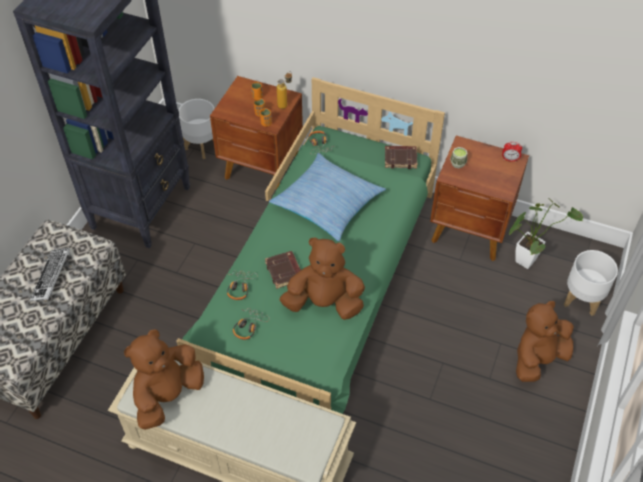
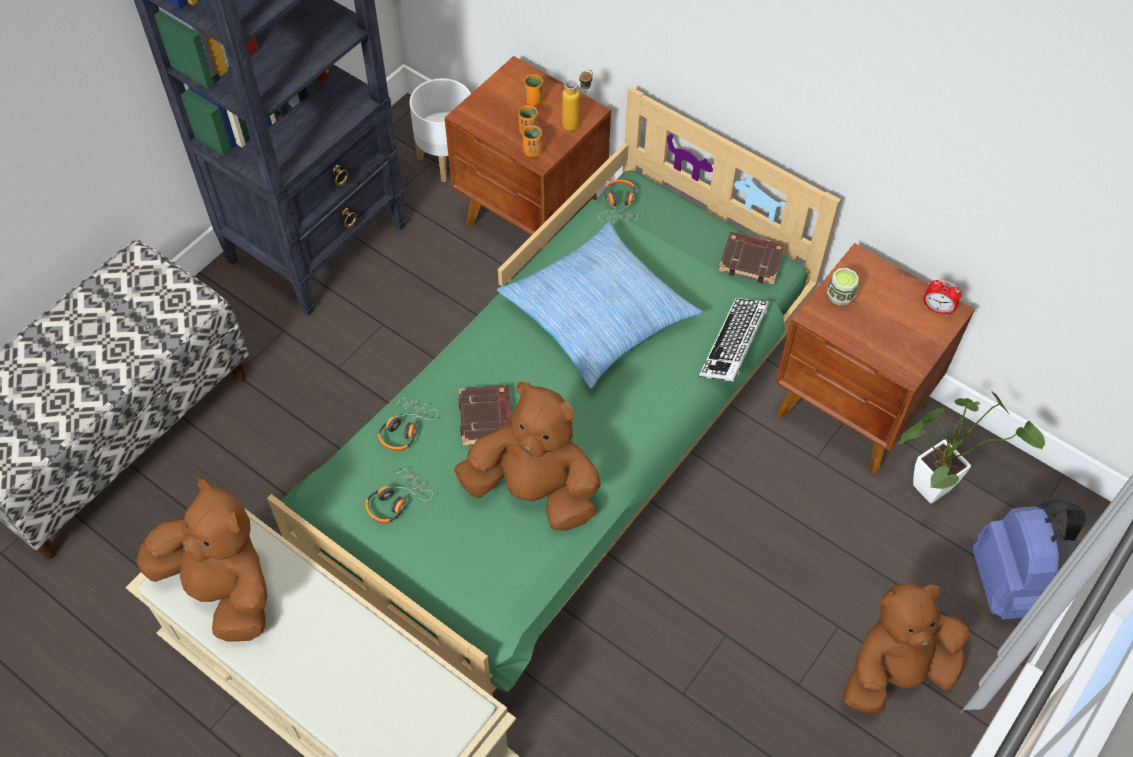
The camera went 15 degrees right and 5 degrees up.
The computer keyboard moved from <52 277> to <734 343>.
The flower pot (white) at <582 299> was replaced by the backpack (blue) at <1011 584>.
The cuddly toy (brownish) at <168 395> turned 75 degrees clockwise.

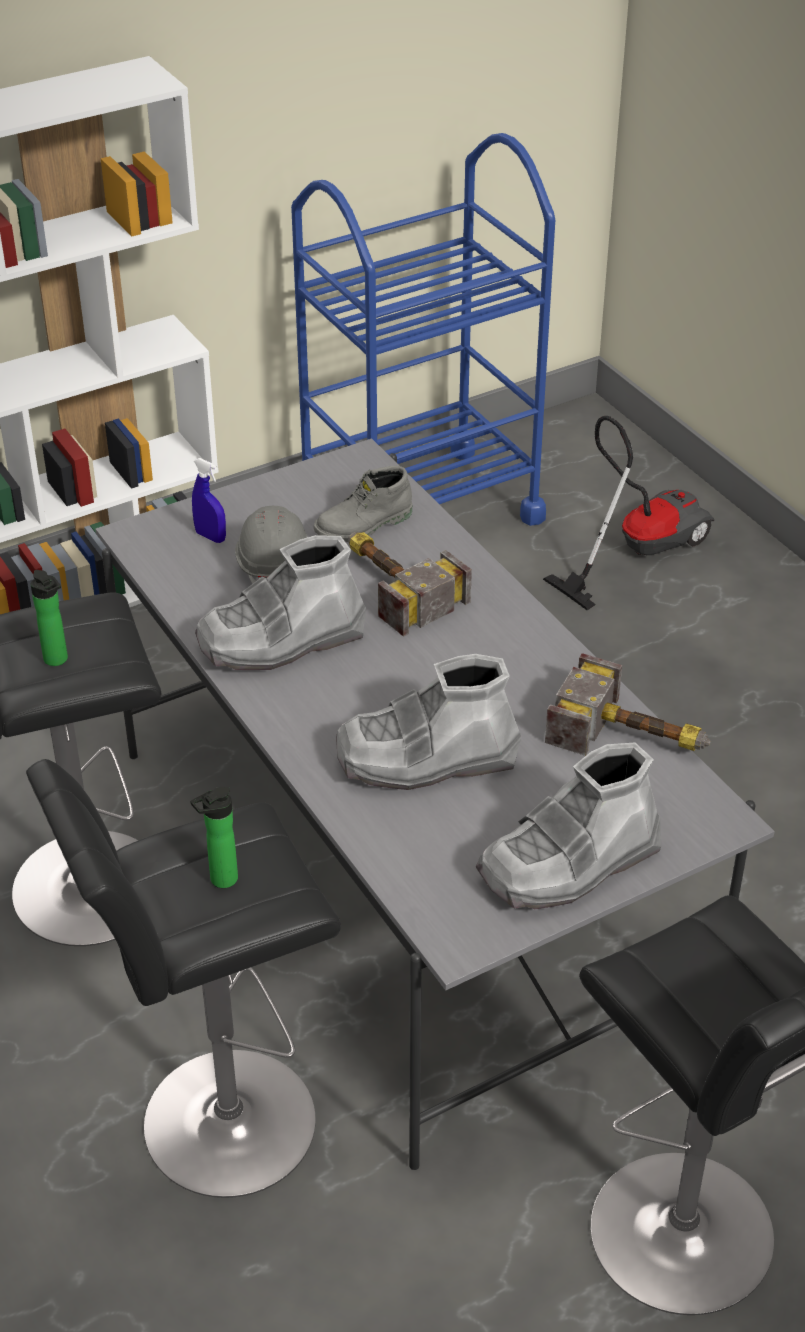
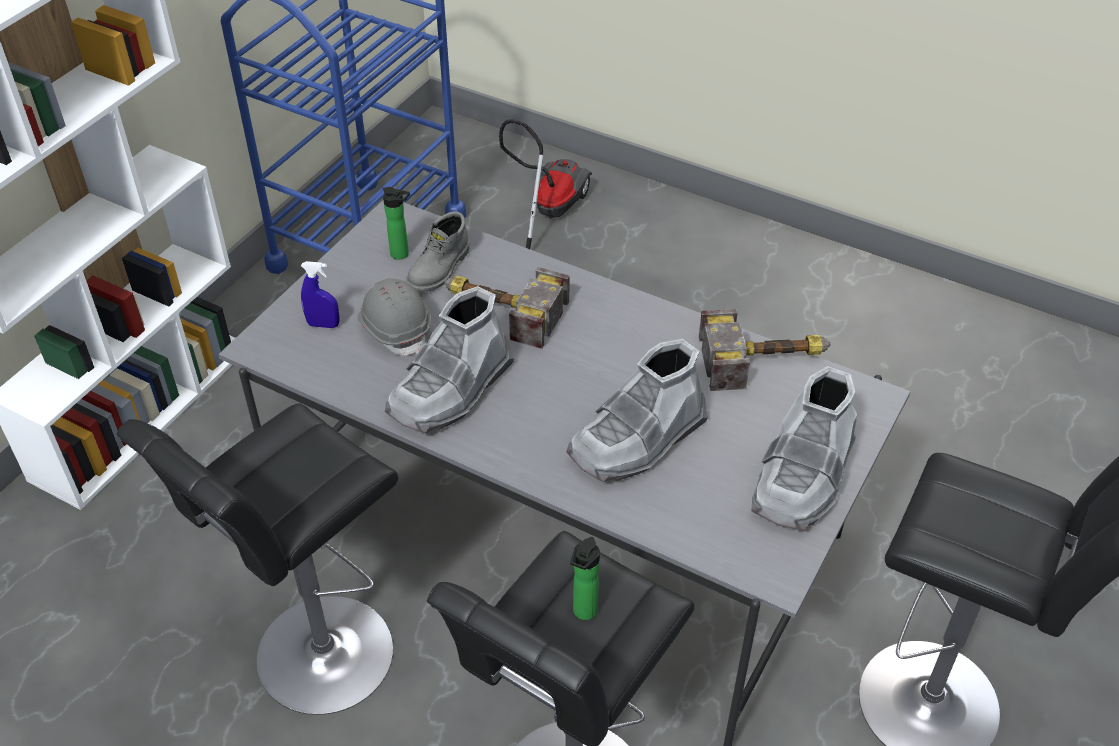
The camera went 30 degrees left and 5 degrees up.
The drink bottle moved from <57 660> to <402 254>.

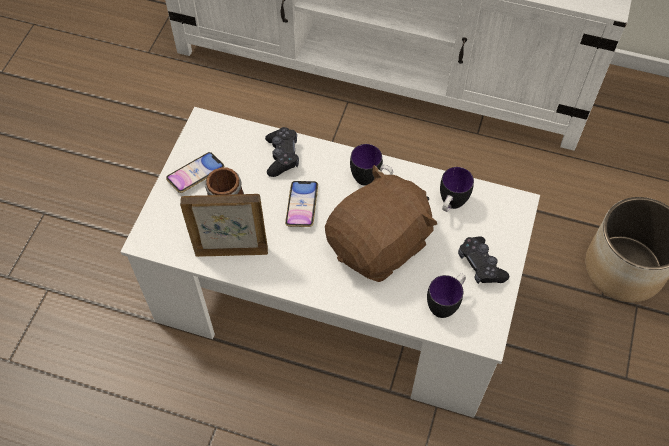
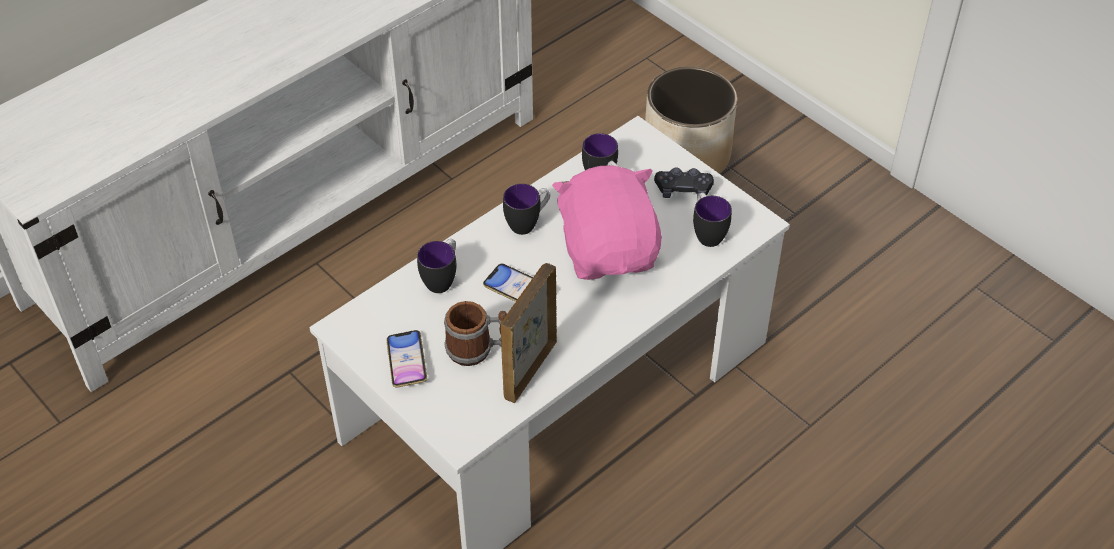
The camera went 60 degrees left and 10 degrees down.
The gamepad (blackish) at <282 156> was replaced by the tea mug at <442 279>.
The cuddly toy (brownish) at <380 245> became the cuddly toy (pink-coloured) at <609 251>.

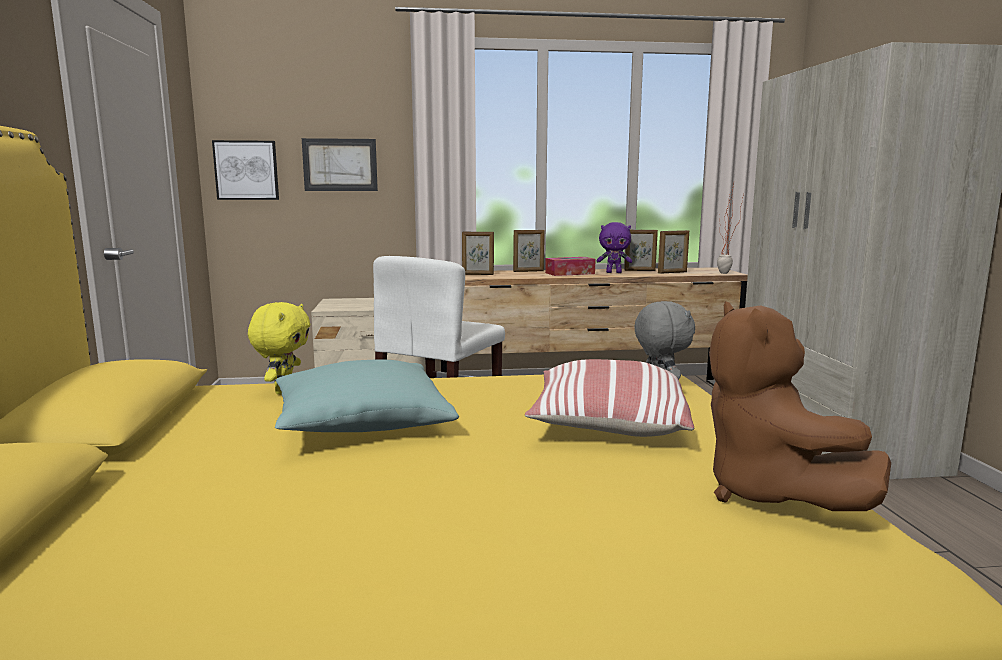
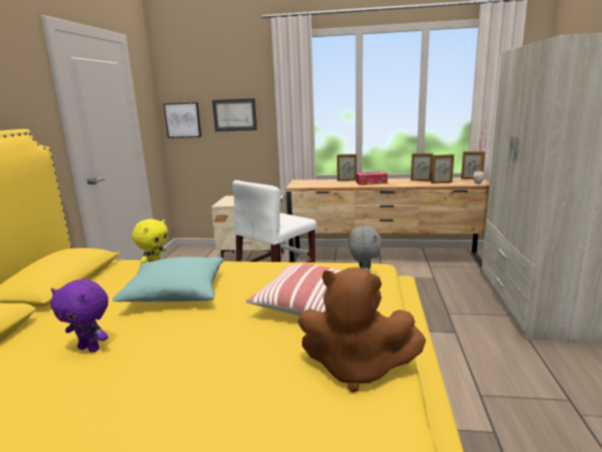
The camera went 15 degrees right and 5 degrees up.
The picture frame moved from <478 274> to <471 179>.
The cuddly toy (purple-coloured) moved from <614 272> to <90 348>.
The cuddly toy (brownish) at <769 494> turned 75 degrees counterclockwise.

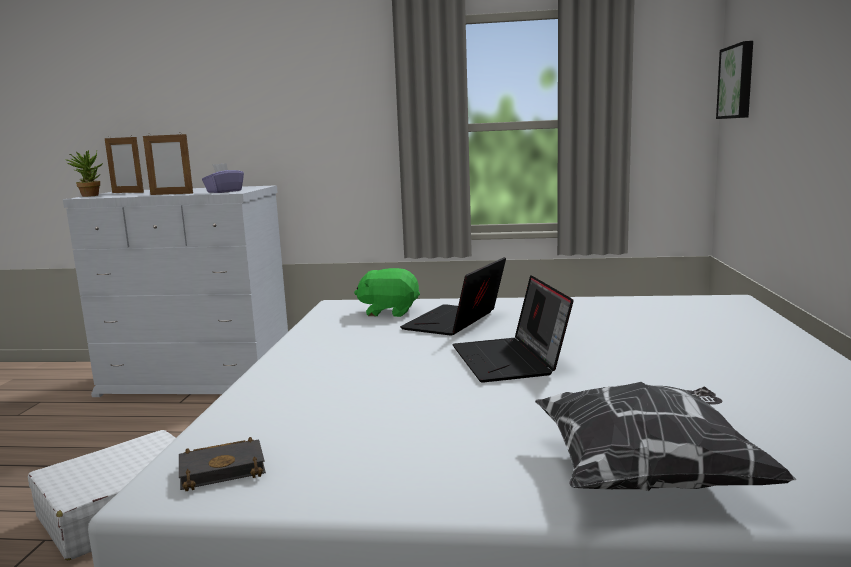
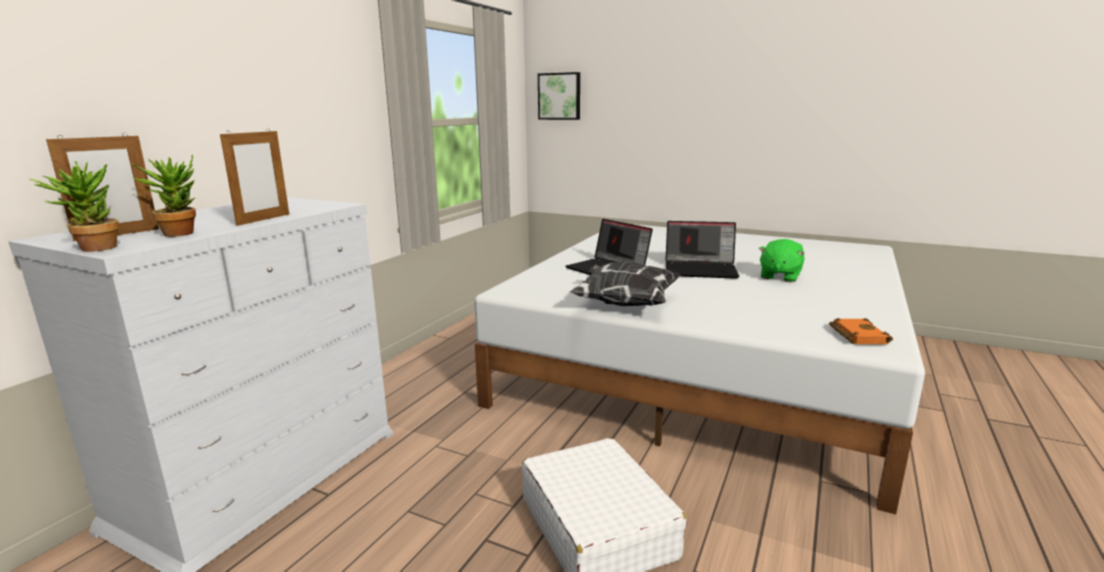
The camera went 70 degrees left and 5 degrees up.
The tissue box (purple-coloured) at <224 191> disappeared.
The plant in a pot at <180 232> appeared.
The cuddly toy (green) moved from <389 312> to <779 276>.
The cushion moved from <648 475> to <624 304>.
The volume (blackish) at <224 469> became the volume (orange) at <856 335>.

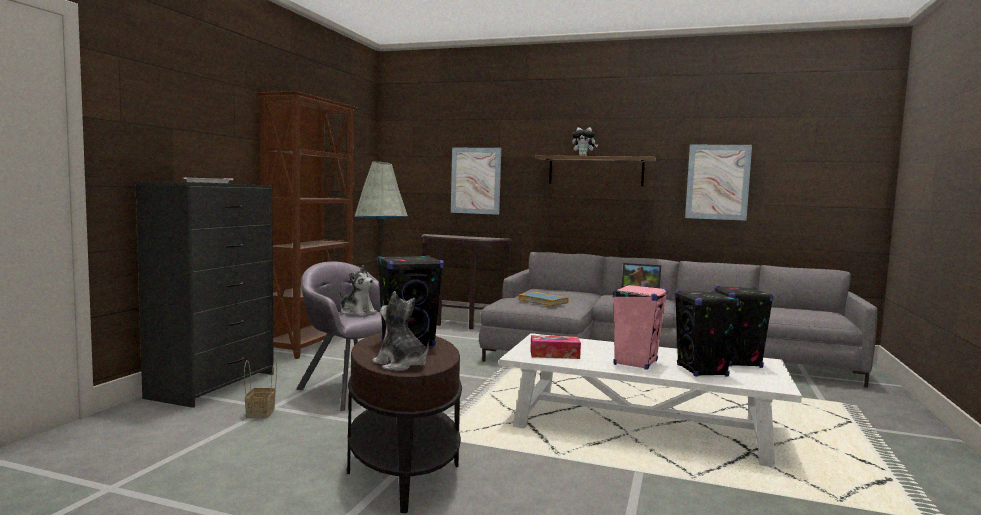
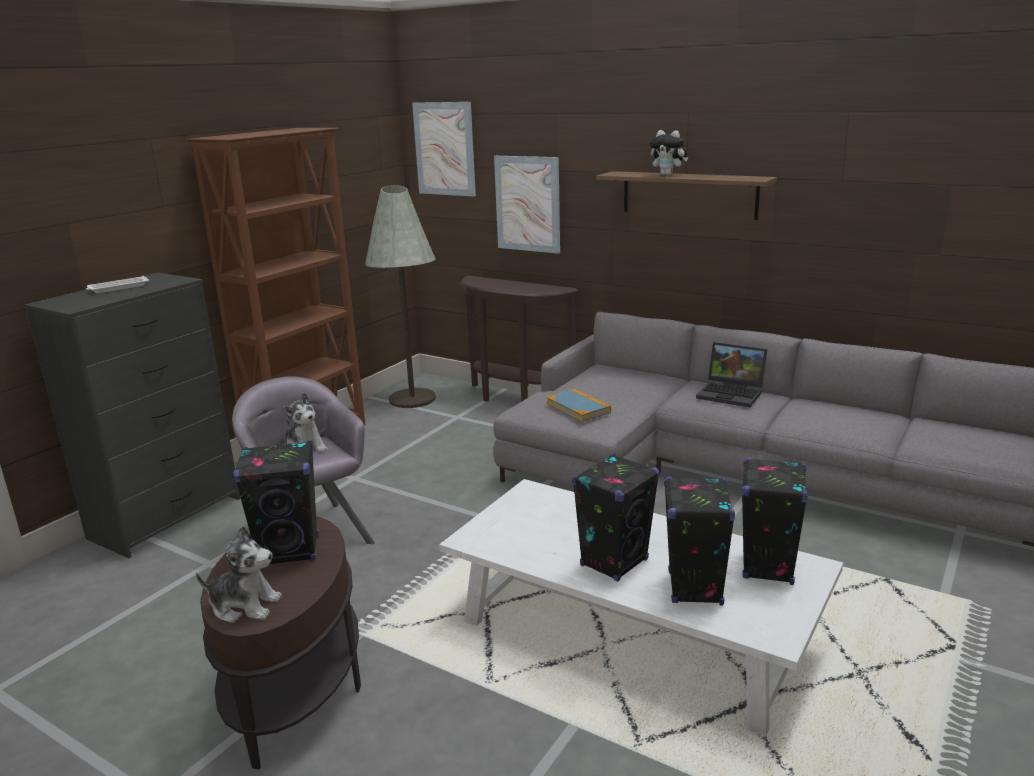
The camera went 15 degrees right and 15 degrees up.
The storage basket at <261 413> disappeared.
The tissue box at <554 354> disappeared.
The wall picture moved from <717 182> to <444 149>.
The audio speaker (pink-coloured) at <635 363> became the audio speaker (blackish) at <614 562>.
The cuddly toy at <401 364> turned 135 degrees clockwise.

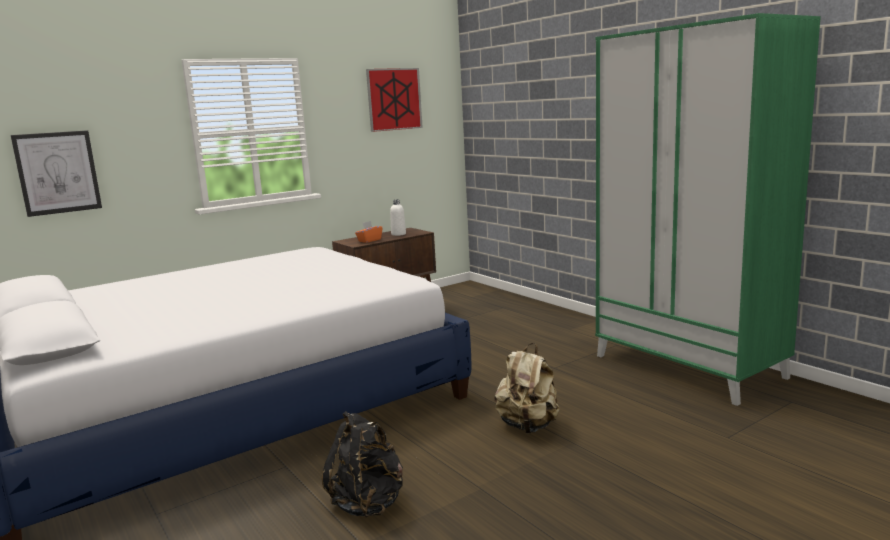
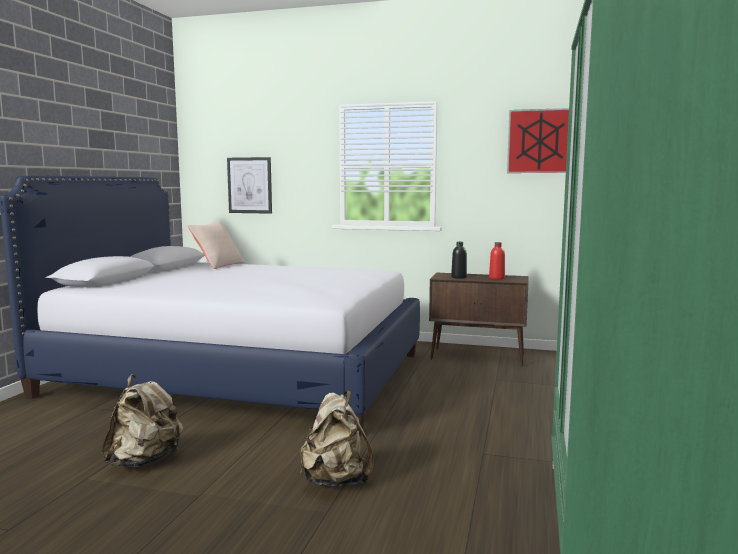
The camera went 50 degrees right and 5 degrees down.
The cushion (beige-coloured) at <218 265> appeared.
The tissue box (orange) at <369 240> was replaced by the drink bottle (blackish) at <459 277>.
The backpack (blackish) at <368 503> became the backpack (beige-coloured) at <145 461>.
The drink bottle (white) at <398 234> became the drink bottle (reddish) at <496 278>.

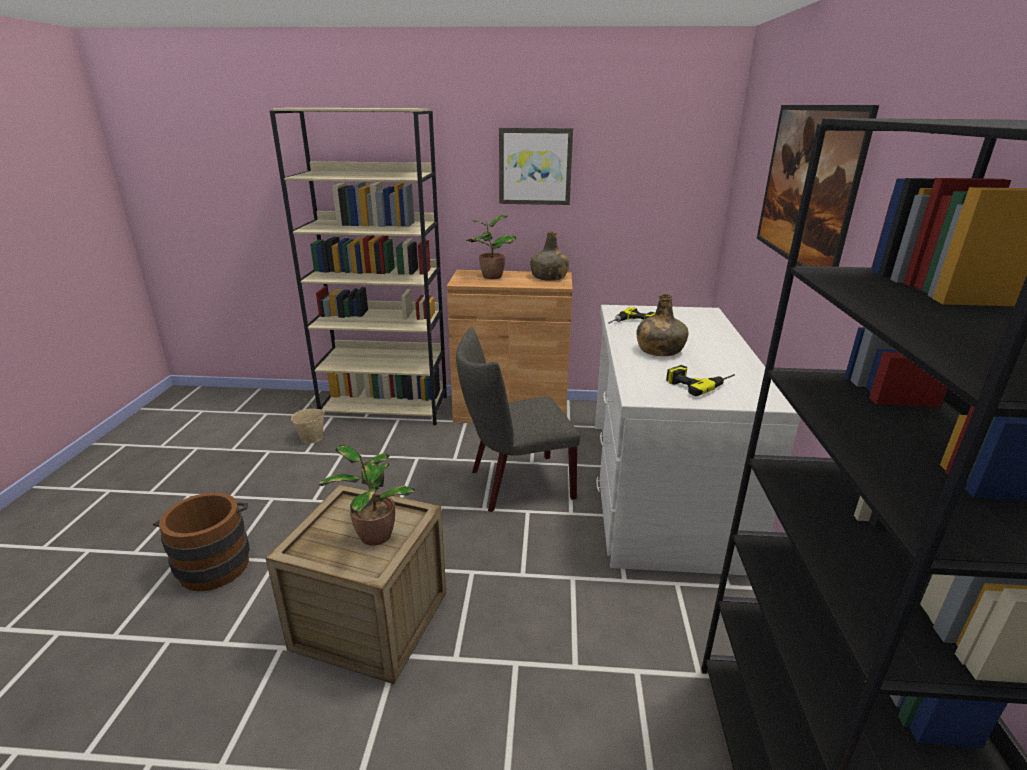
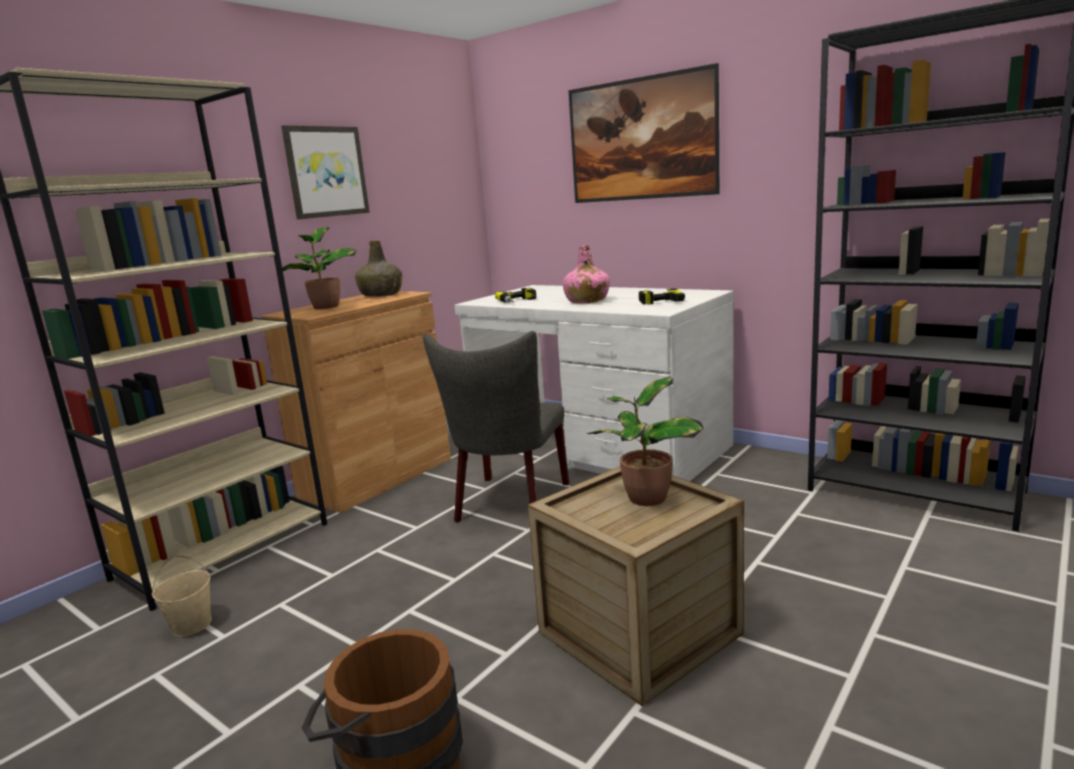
The camera went 55 degrees left and 10 degrees down.
The drink bottle (green) at <659 350> became the drink bottle (pink-coloured) at <586 301>.

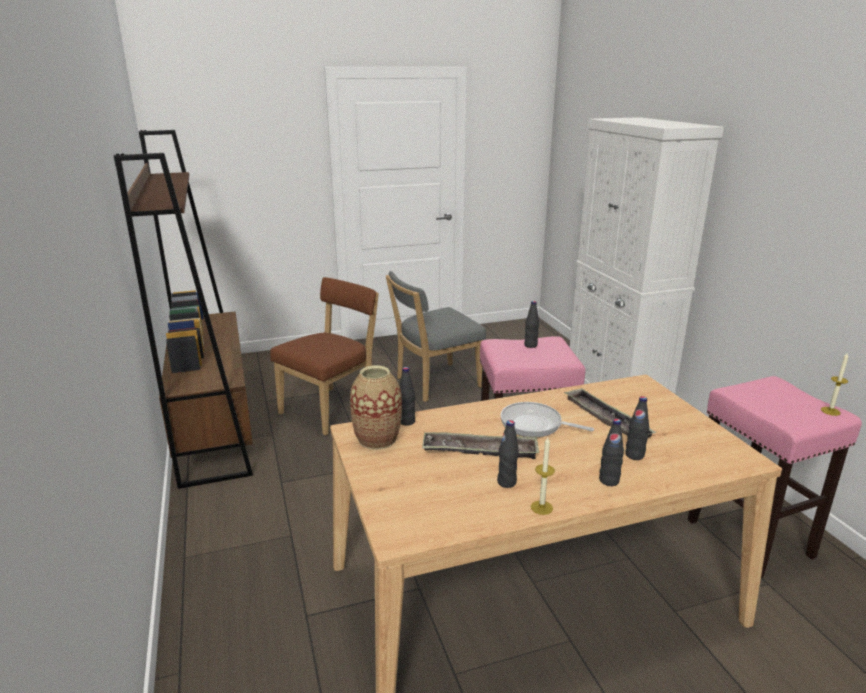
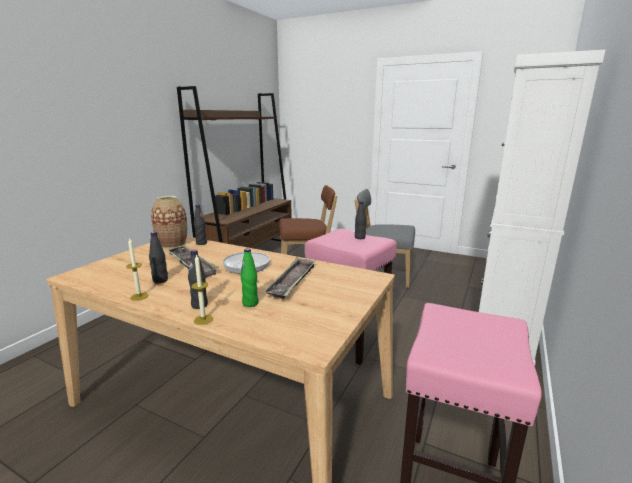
The camera went 45 degrees right and 5 degrees down.
The wax candle moved from <830 411> to <203 320>.
The drink bottle (blackish) at <634 455> became the drink bottle (green) at <250 303>.

